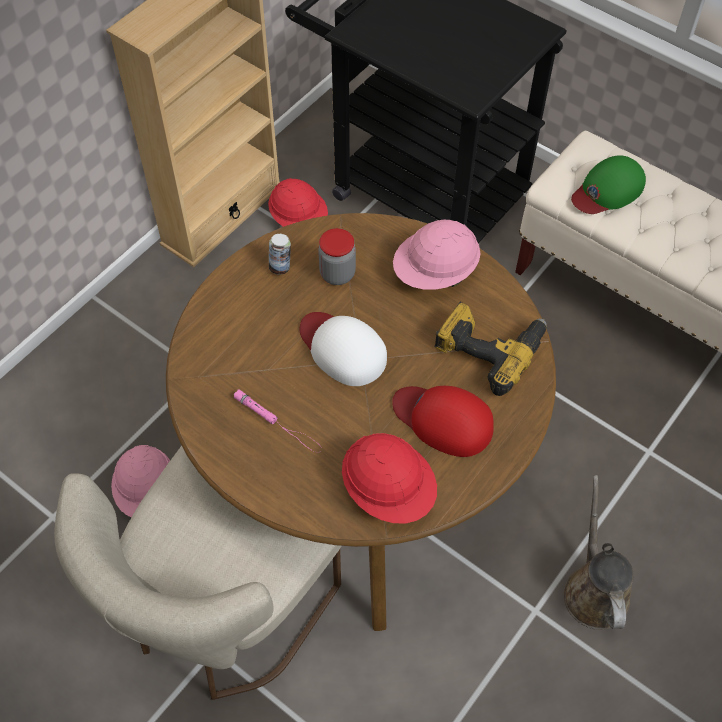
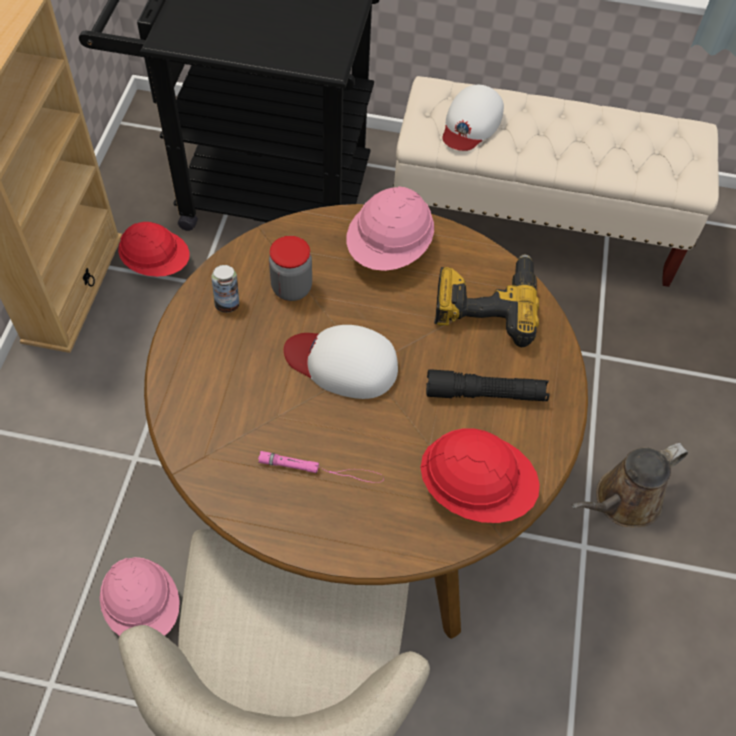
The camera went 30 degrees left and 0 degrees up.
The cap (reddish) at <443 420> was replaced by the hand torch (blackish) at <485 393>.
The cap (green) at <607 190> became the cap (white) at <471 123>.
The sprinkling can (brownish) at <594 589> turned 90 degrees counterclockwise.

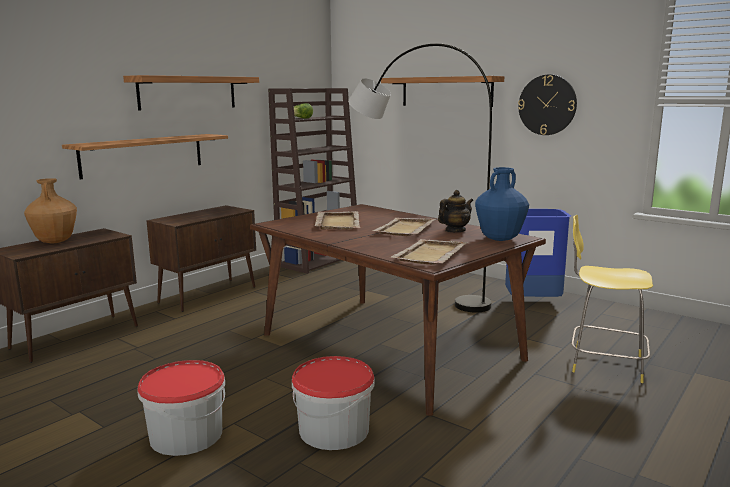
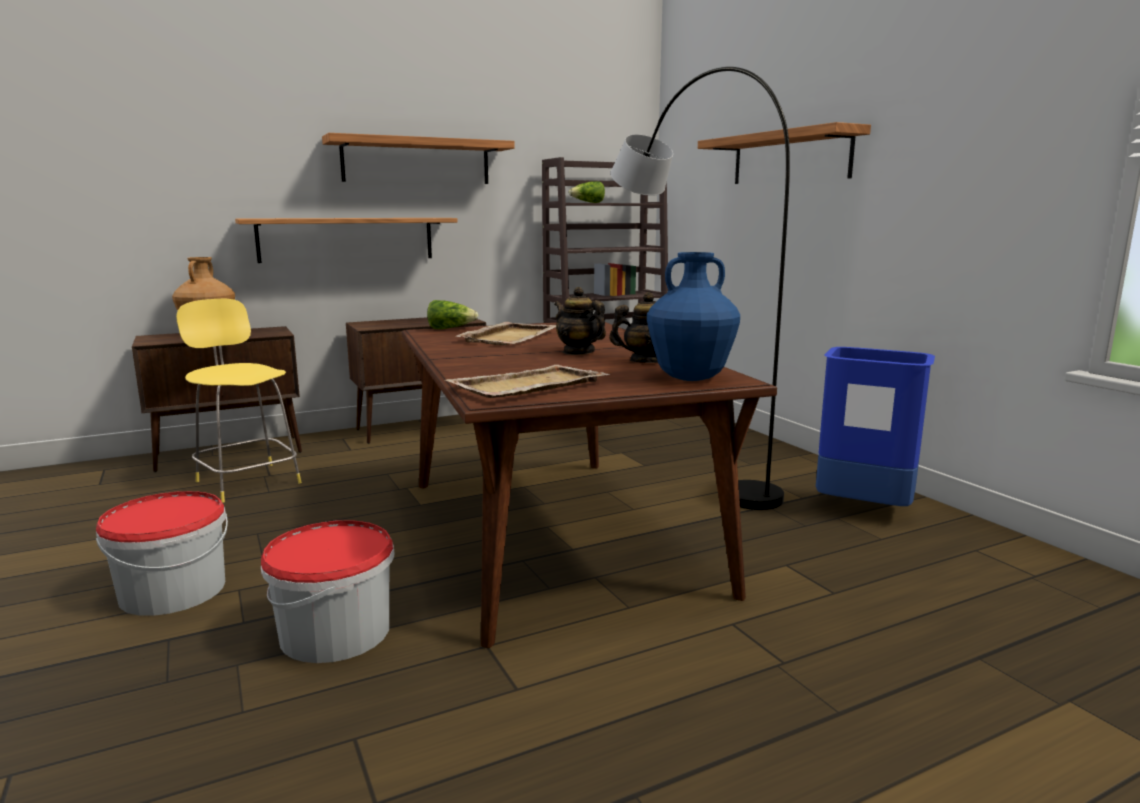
The camera went 25 degrees right and 0 degrees up.
The hanging clock at <547 105> disappeared.
The lettuce head at <450 329> appeared.
The stool (yellowish) moved from <603 363> to <247 481>.
The tray (beige-coloured) at <405 229> was replaced by the teapot at <578 352>.

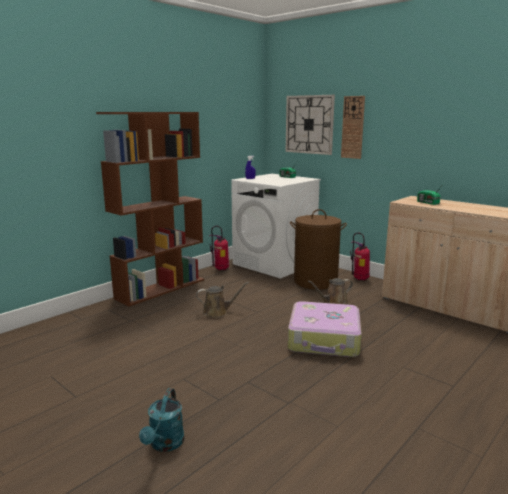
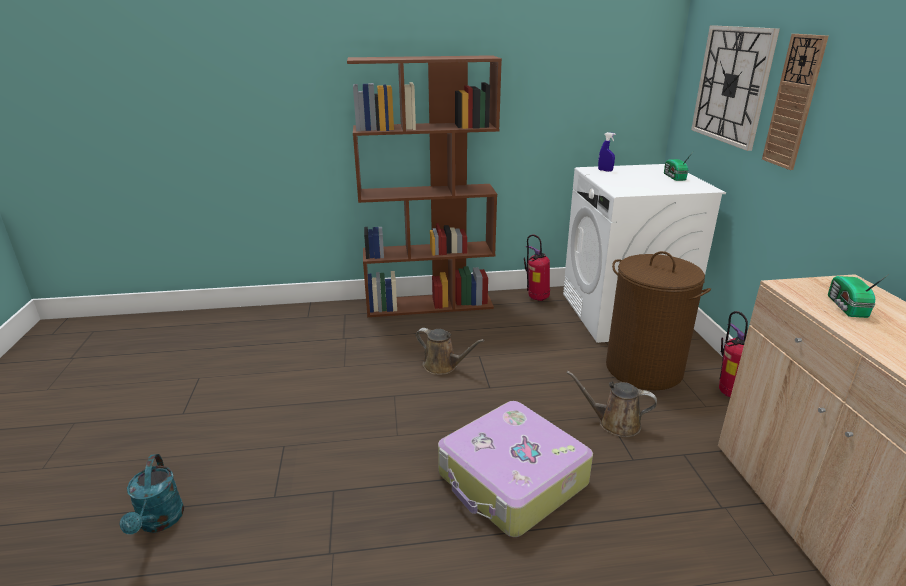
The camera went 40 degrees right and 10 degrees up.
The sprinkling can (turquoise-coloured) at <165 444> turned 60 degrees counterclockwise.

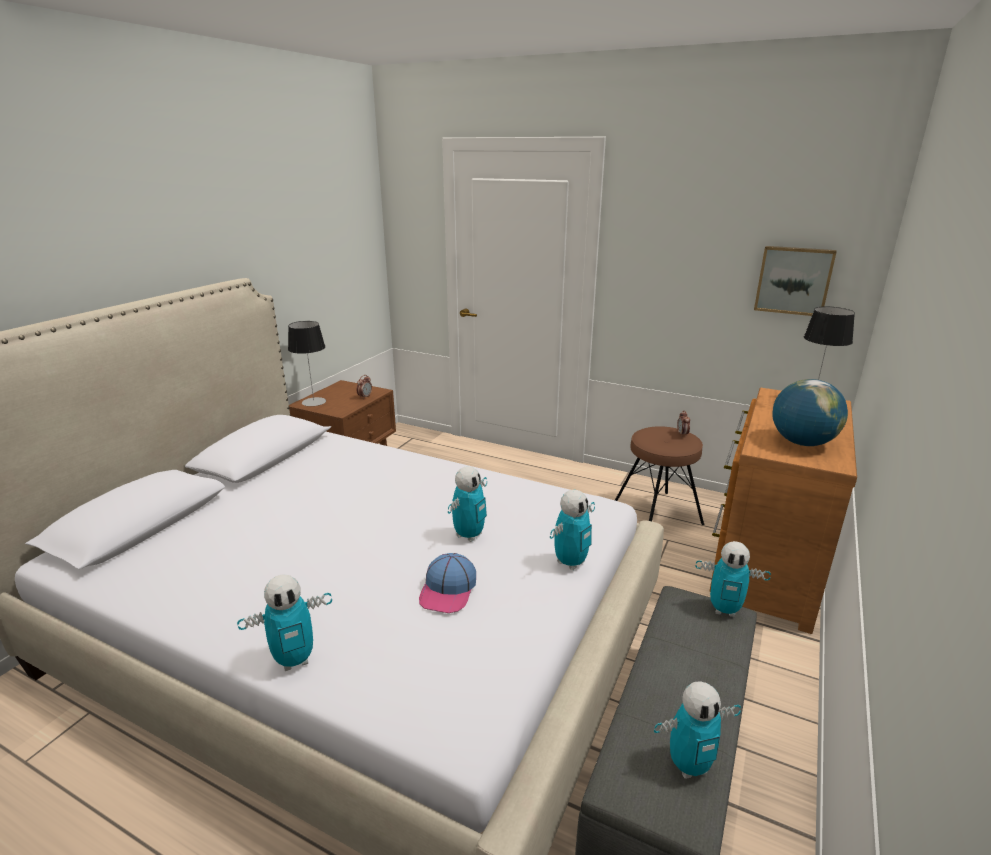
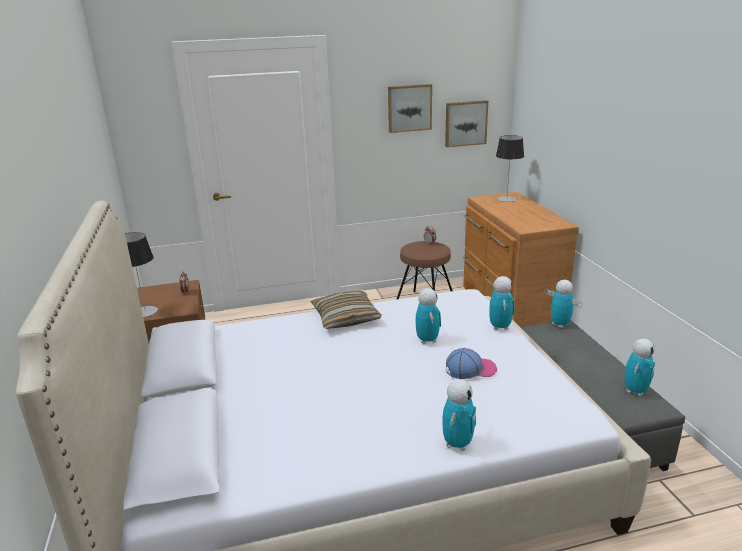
The camera went 40 degrees left and 0 degrees up.
The globe at <802 442> disappeared.
The cushion at <346 318> appeared.
The wall picture at <409 108> appeared.
The cap at <448 590> turned 75 degrees counterclockwise.
The model robot at <724 610> turned 105 degrees counterclockwise.

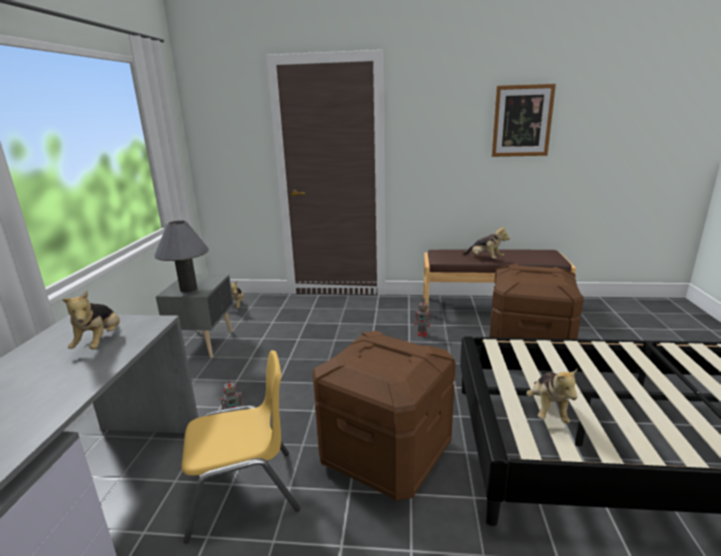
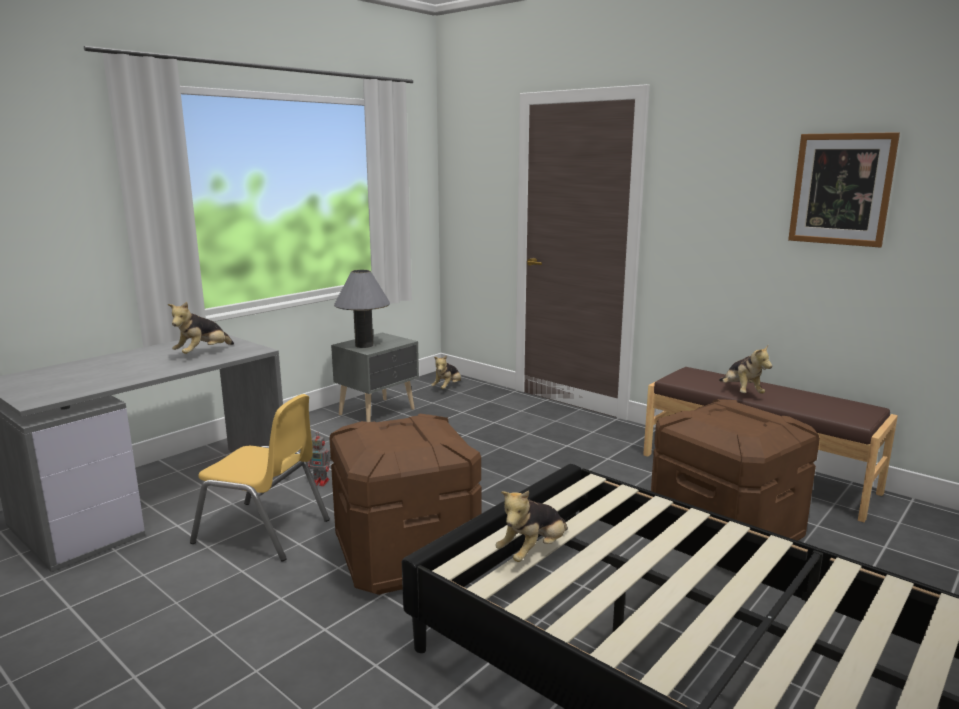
The camera went 35 degrees right and 5 degrees down.
The model robot at <423 334> disappeared.

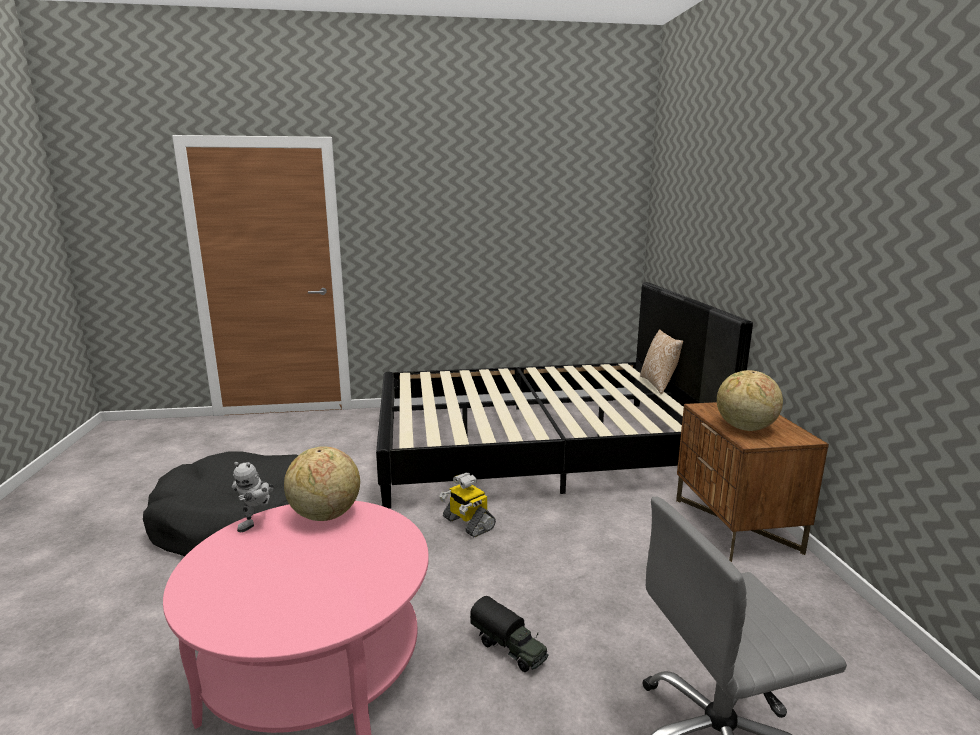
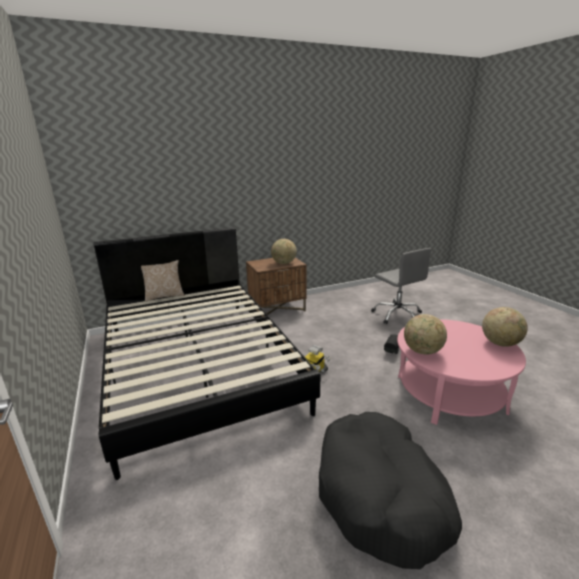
The camera went 105 degrees left and 5 degrees up.
The model robot at <258 522> disappeared.
The globe at <500 343> appeared.

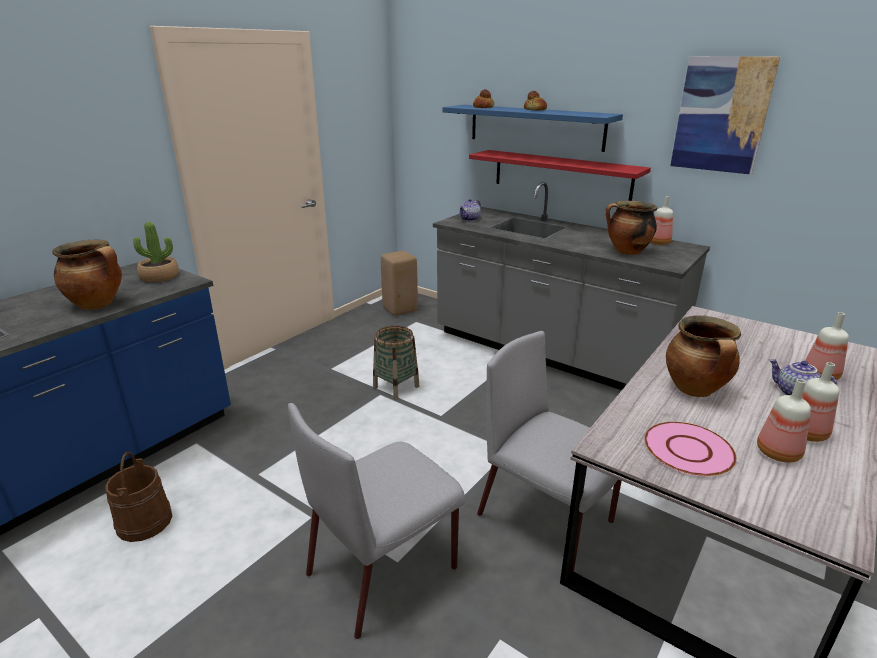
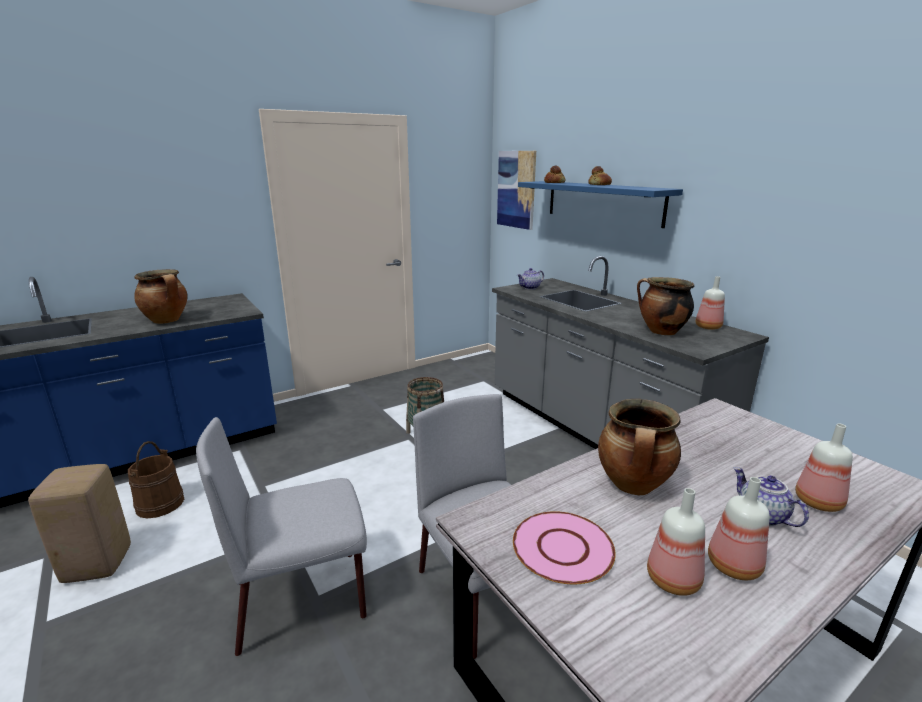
The camera went 20 degrees right and 5 degrees down.
The plant in a pot at <159 276> disappeared.
The shelf (reddish) at <561 175> disappeared.
The stool (beige-coloured) moved from <400 310> to <96 565>.
The wall picture moved from <721 115> to <516 189>.

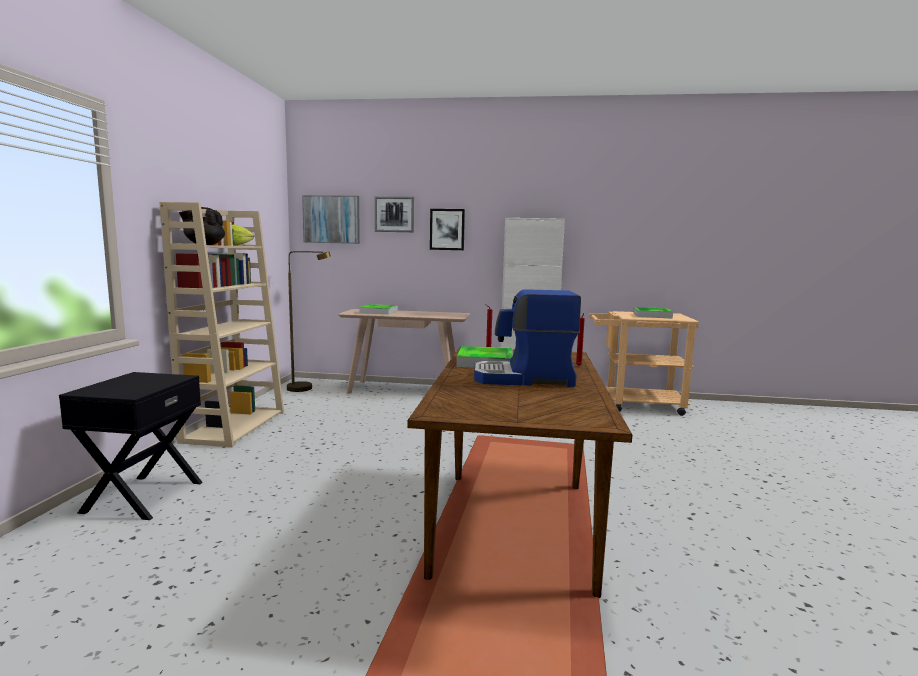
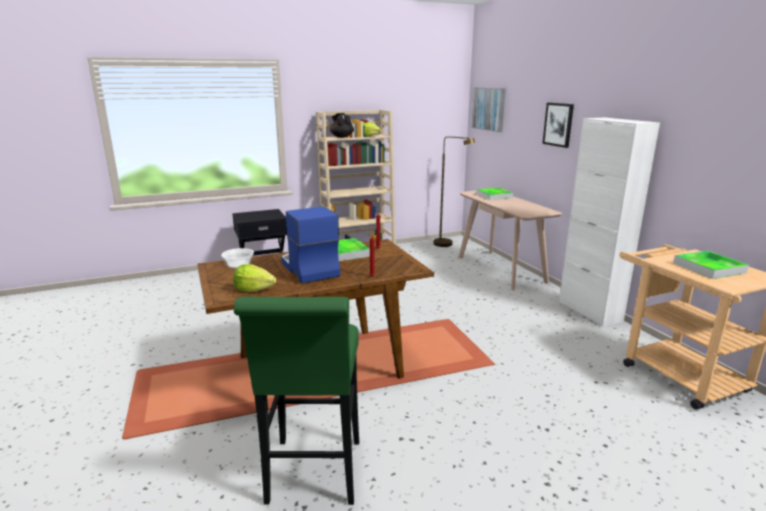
The camera went 60 degrees right and 10 degrees up.
The wall picture at <394 214> disappeared.
The bowl at <239 264> appeared.
The lettuce head at <253 290> appeared.
The stool (green) at <313 477> appeared.

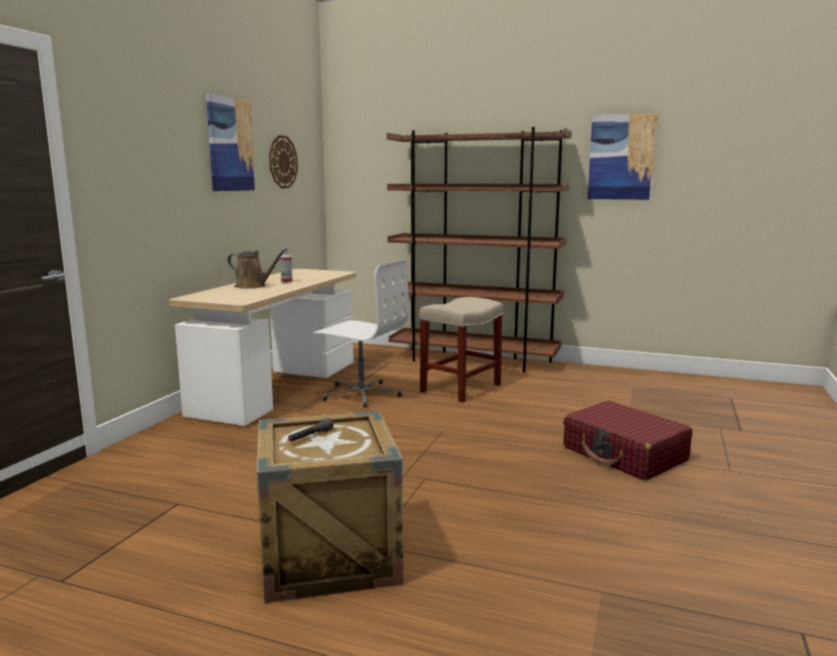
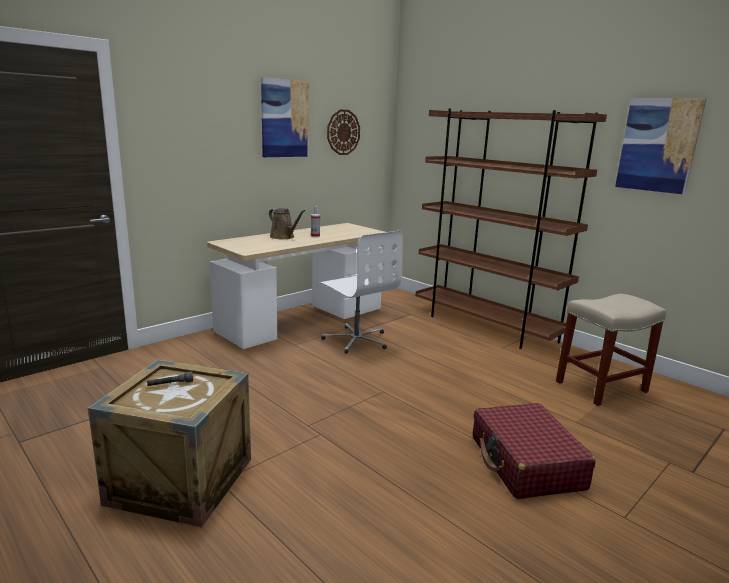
The camera went 25 degrees right and 5 degrees up.
The stool (beige-coloured) moved from <460 388> to <600 387>.

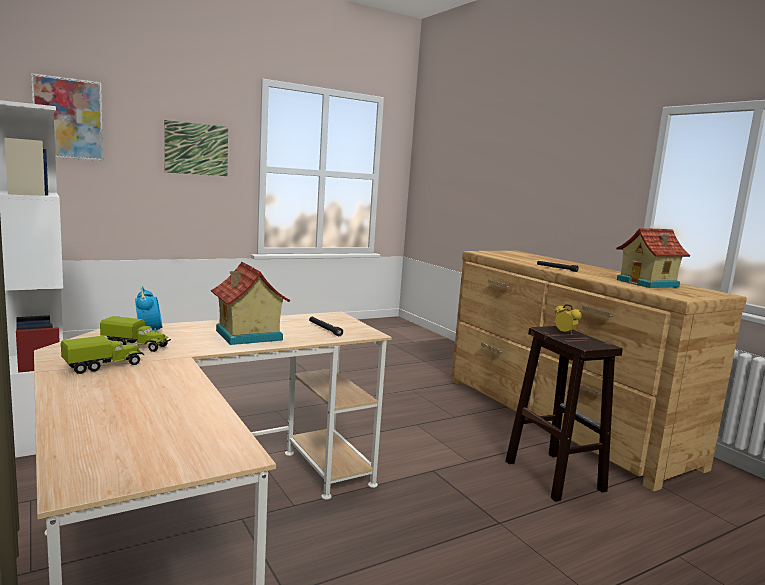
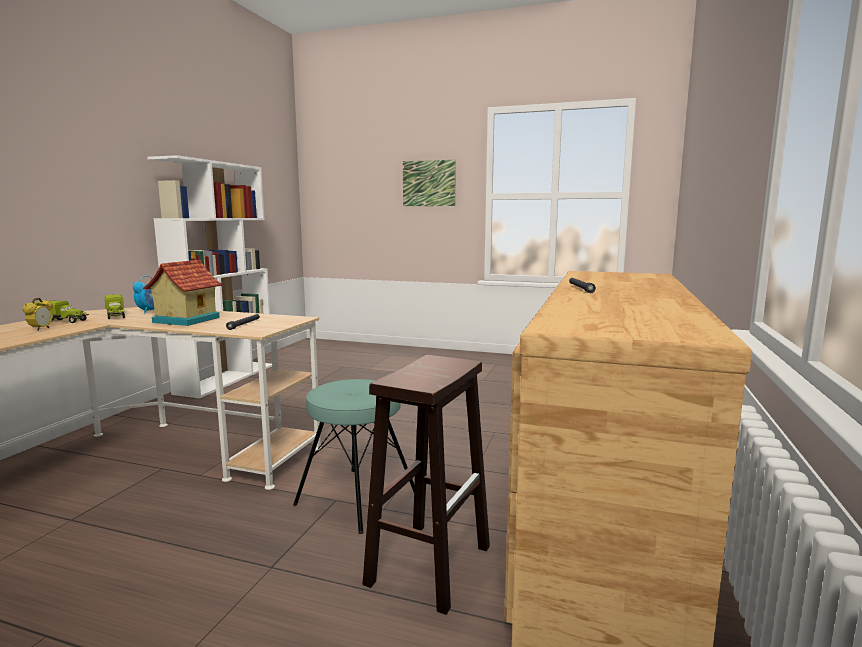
The camera went 50 degrees right and 0 degrees up.
The wall picture at <68 118> disappeared.
The miniature house at <648 283> disappeared.
The stool (turquoise-coloured) at <356 498> appeared.
The bedside clock moved from <565 333> to <41 329>.

